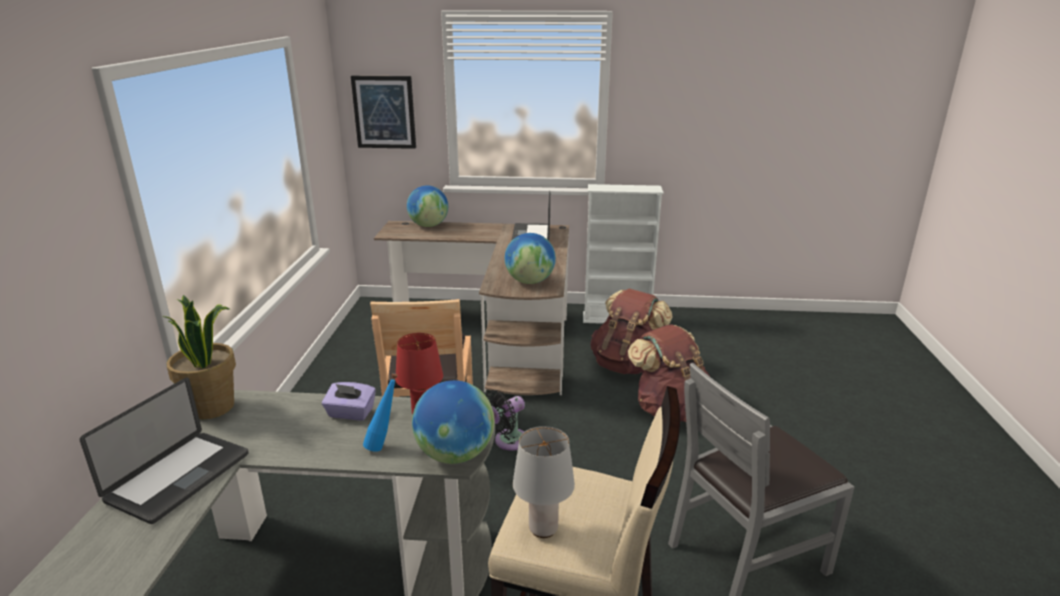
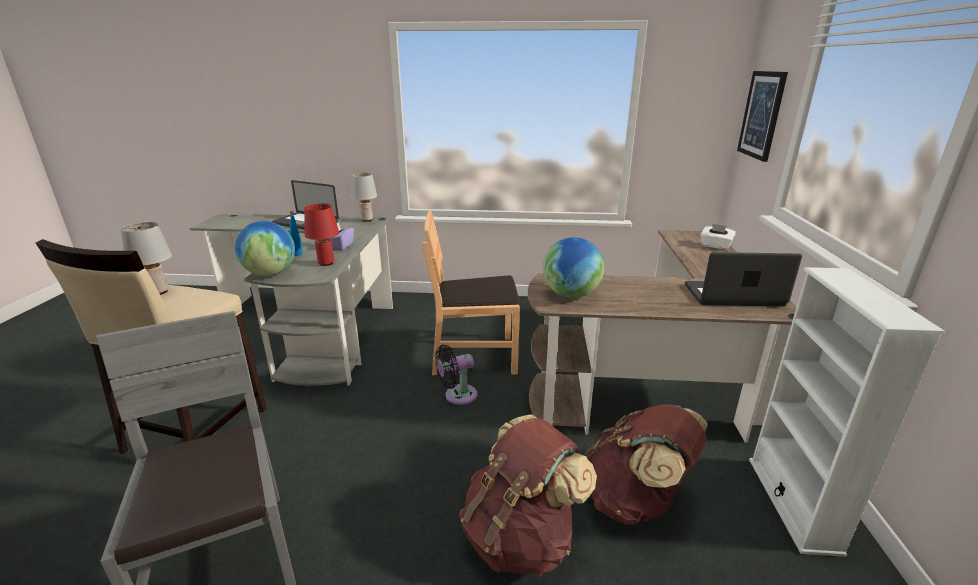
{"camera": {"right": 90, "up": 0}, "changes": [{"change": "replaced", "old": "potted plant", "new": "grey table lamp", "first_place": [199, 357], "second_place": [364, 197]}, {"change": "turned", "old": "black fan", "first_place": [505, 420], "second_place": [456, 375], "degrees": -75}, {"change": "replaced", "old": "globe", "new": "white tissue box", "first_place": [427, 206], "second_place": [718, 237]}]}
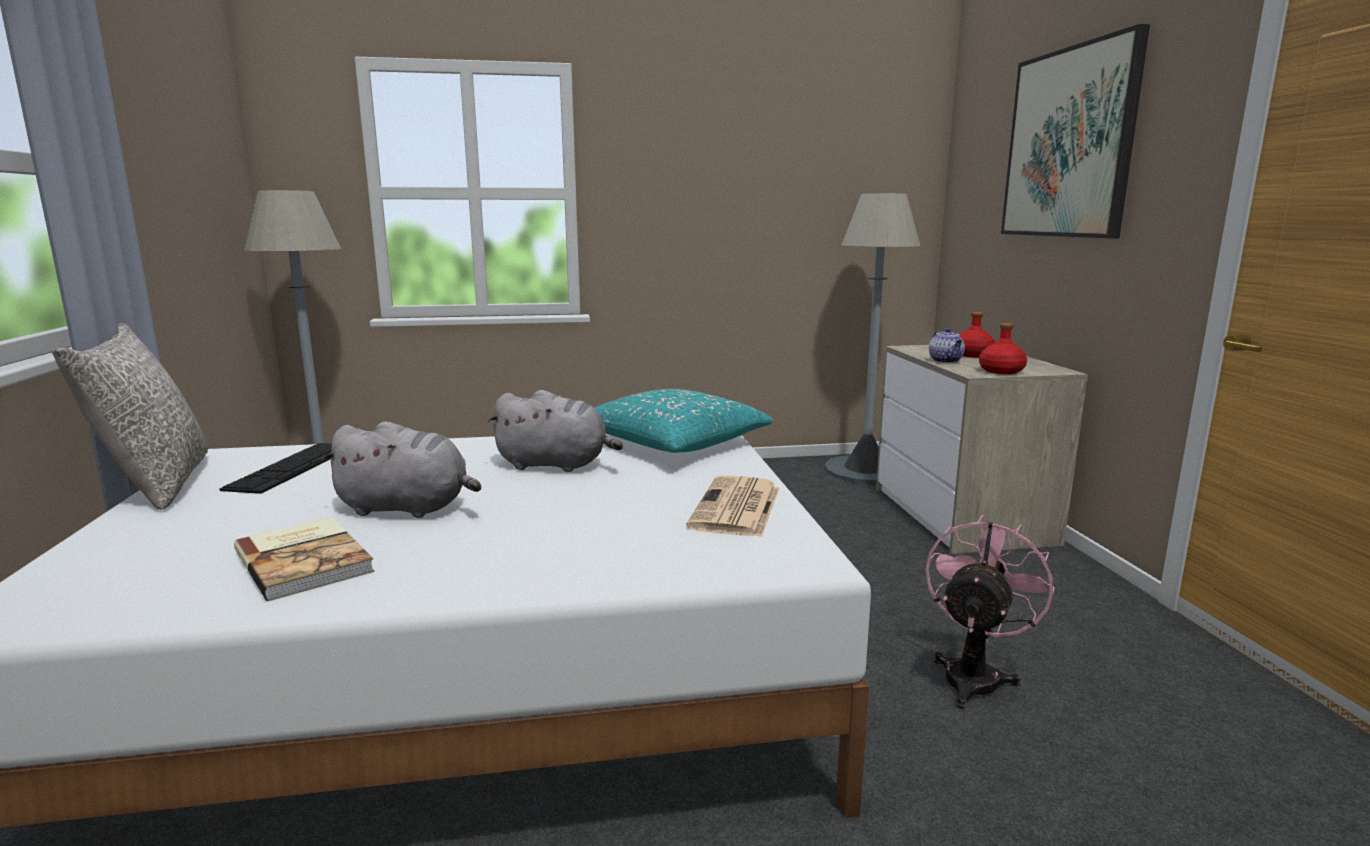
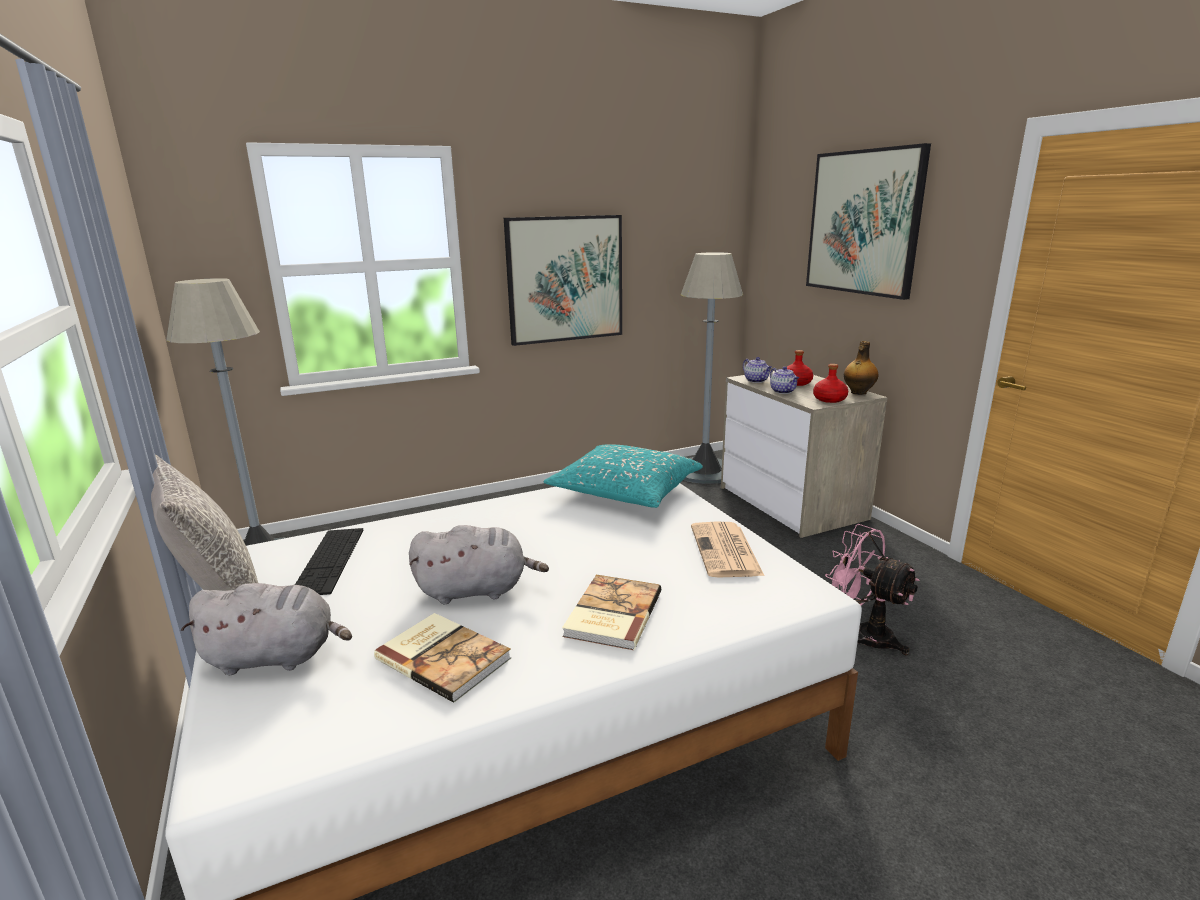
{"camera": {"right": -15, "up": 5}, "changes": [{"change": "moved", "old": "grey plush toy", "first_place": [555, 431], "second_place": [266, 629]}, {"change": "added", "new": "picture", "second_place": [563, 280]}, {"change": "added", "new": "book", "second_place": [611, 612]}, {"change": "added", "new": "teapot", "second_place": [757, 370]}, {"change": "turned", "old": "pink fan", "first_place": [990, 612], "second_place": [872, 589], "degrees": -60}, {"change": "added", "new": "bottle", "second_place": [861, 368]}]}
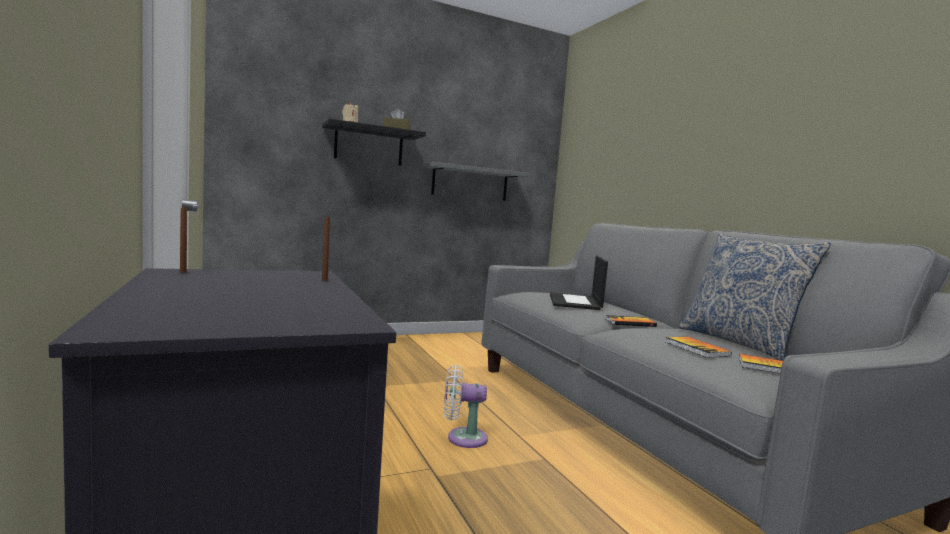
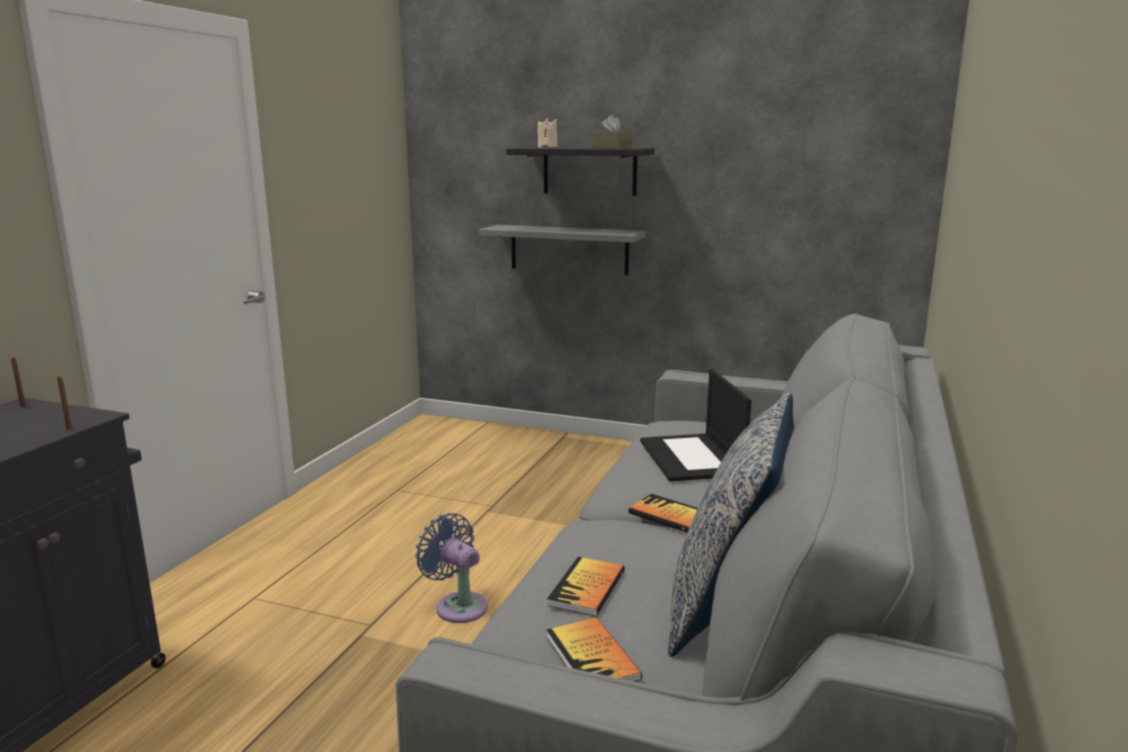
{"camera": {"right": 45, "up": 10}, "changes": [{"change": "recoloured", "old": "white fan", "new": "blue fan", "first_place": [466, 406], "second_place": [451, 568]}, {"change": "moved", "old": "grey shelf", "first_place": [476, 181], "second_place": [562, 250]}, {"change": "turned", "old": "laptop", "first_place": [579, 282], "second_place": [696, 425], "degrees": -60}]}
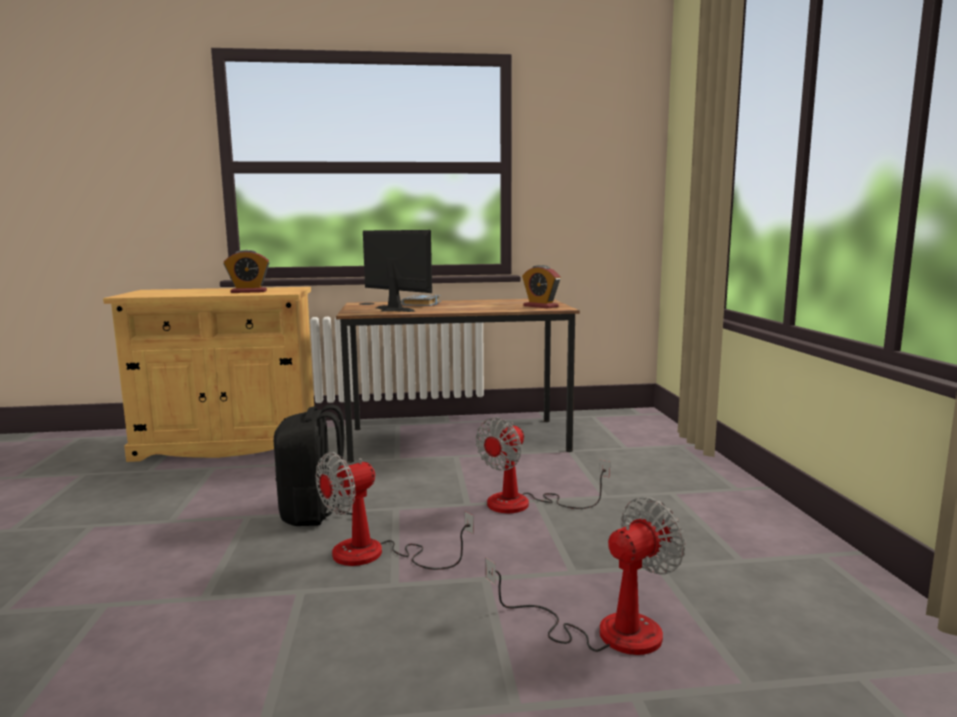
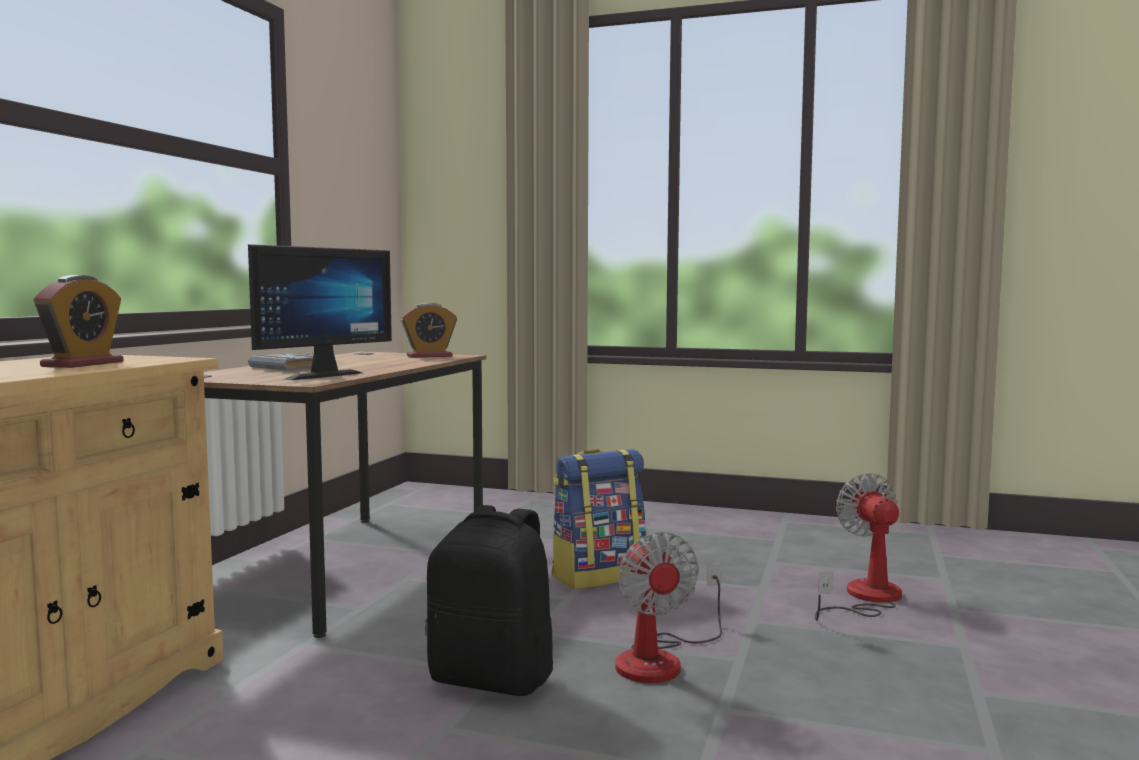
{"camera": {"right": -65, "up": -5}, "changes": [{"change": "turned", "old": "monitor", "first_place": [397, 271], "second_place": [320, 312], "degrees": 150}, {"change": "replaced", "old": "fan", "new": "backpack", "first_place": [542, 465], "second_place": [599, 519]}]}
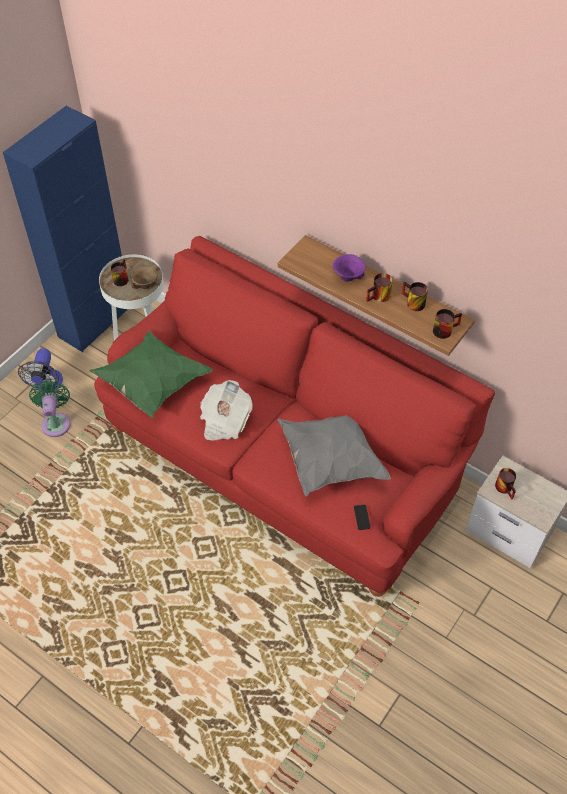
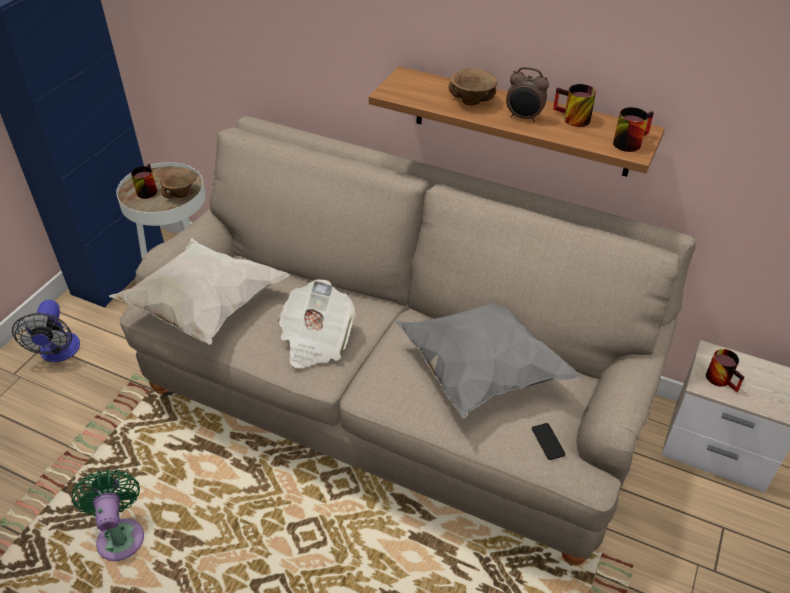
{"camera": {"right": -10, "up": -10}, "changes": [{"change": "moved", "old": "green fan", "first_place": [50, 409], "second_place": [107, 515]}, {"change": "recoloured", "old": "green pillow", "new": "white pillow", "first_place": [151, 374], "second_place": [199, 292]}, {"change": "recoloured", "old": "red sofa", "new": "beige sofa", "first_place": [294, 416], "second_place": [407, 341]}, {"change": "recoloured", "old": "purple bowl", "new": "brown bowl", "first_place": [349, 268], "second_place": [472, 87]}, {"change": "replaced", "old": "mug", "new": "alarm clock", "first_place": [379, 287], "second_place": [527, 94]}]}
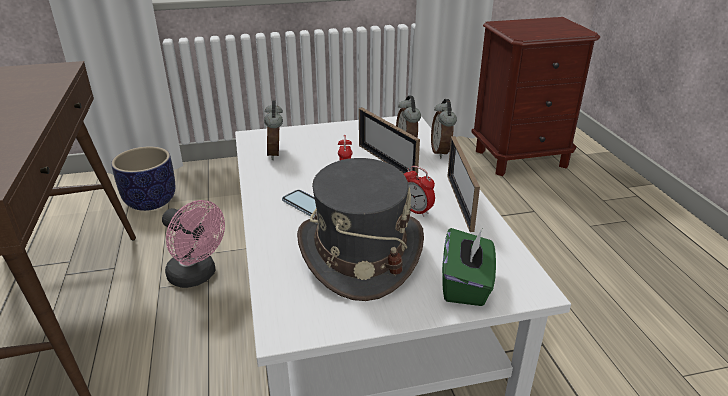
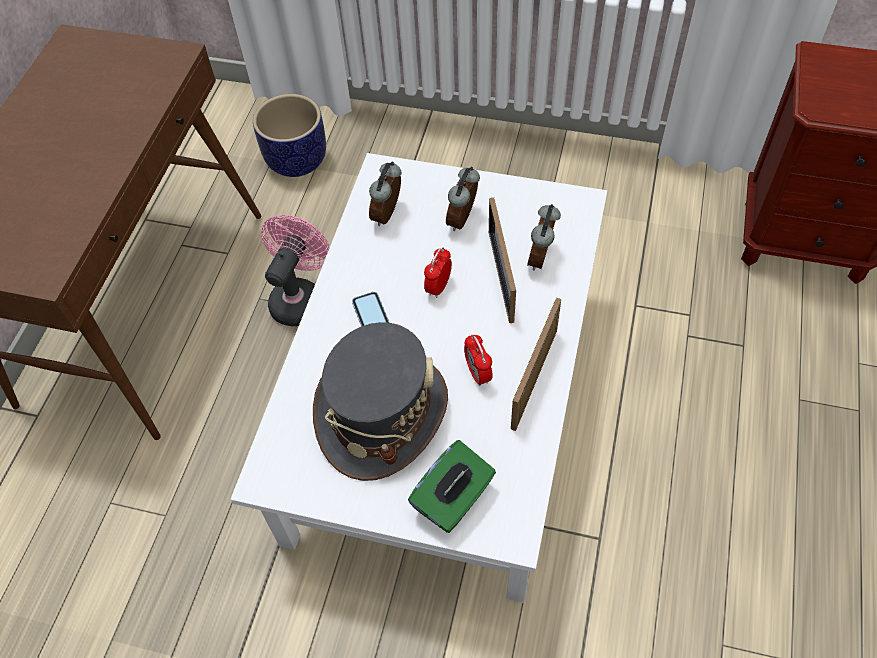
{"camera": {"right": 30, "up": 25}, "changes": [{"change": "turned", "old": "pink fan", "first_place": [193, 244], "second_place": [295, 270], "degrees": -135}, {"change": "moved", "old": "alarm clock", "first_place": [444, 128], "second_place": [463, 199]}]}
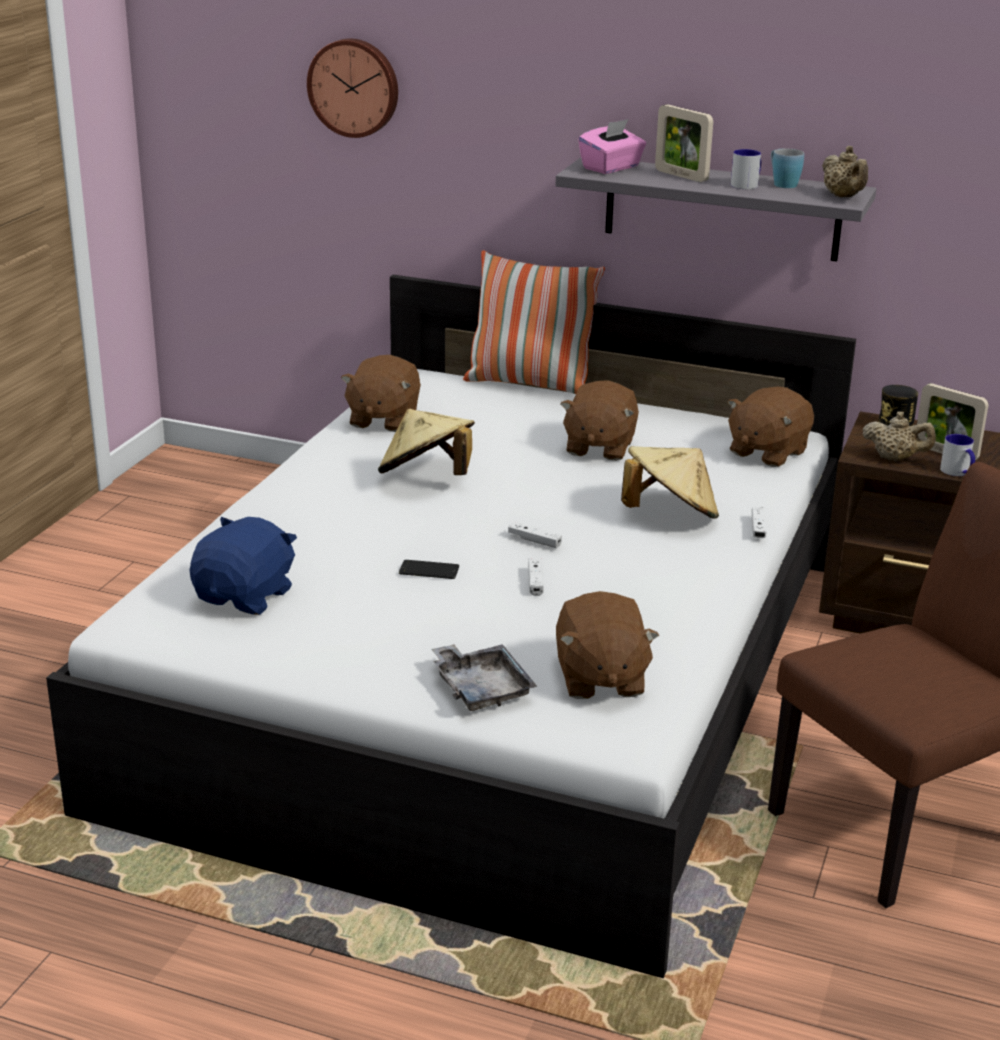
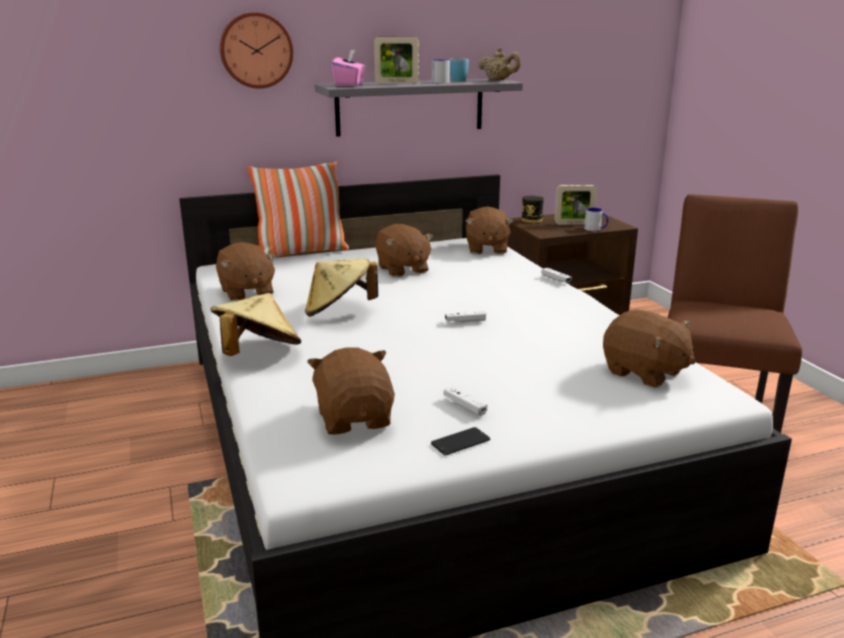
{"camera": {"right": -40, "up": -5}, "changes": [{"change": "moved", "old": "beige hat", "first_place": [670, 482], "second_place": [256, 324]}, {"change": "moved", "old": "wall clock", "first_place": [352, 88], "second_place": [256, 50]}, {"change": "recoloured", "old": "blue plush toy", "new": "brown plush toy", "first_place": [243, 566], "second_place": [351, 391]}, {"change": "moved", "old": "phone", "first_place": [429, 569], "second_place": [460, 441]}, {"change": "moved", "old": "white game controller", "first_place": [536, 577], "second_place": [465, 401]}, {"change": "removed", "old": "grey tray", "first_place": [484, 677]}, {"change": "removed", "old": "beige teapot", "first_place": [899, 436]}]}
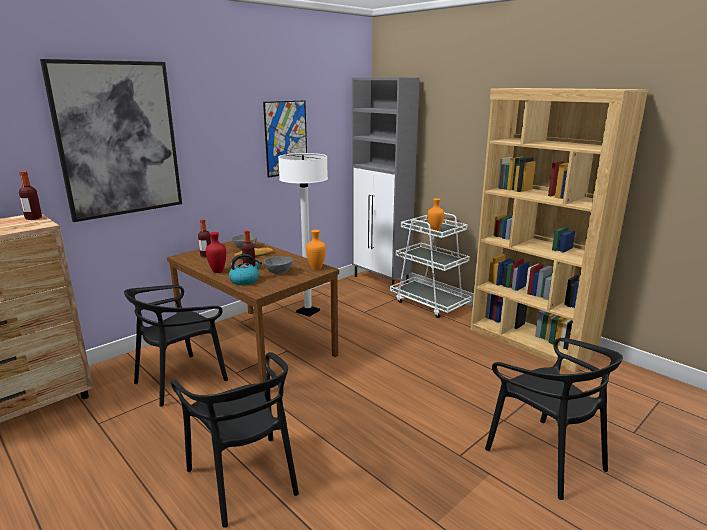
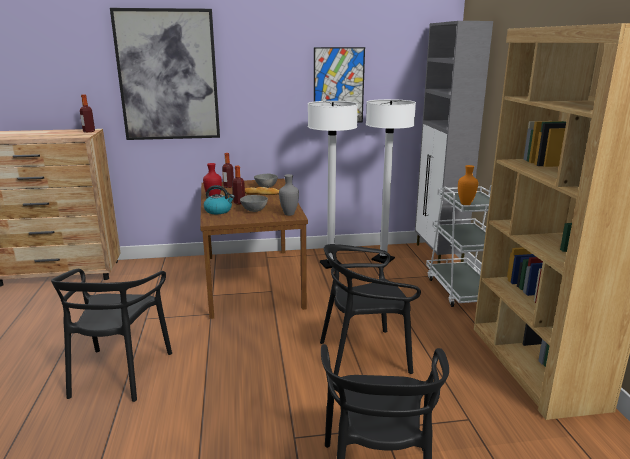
{"camera": {"right": 35, "up": 0}, "changes": [{"change": "recoloured", "old": "orange vase", "new": "grey vase", "first_place": [316, 250], "second_place": [289, 195]}, {"change": "moved", "old": "black chair", "first_place": [176, 346], "second_place": [370, 310]}, {"change": "added", "new": "white floor lamp", "second_place": [391, 181]}]}
